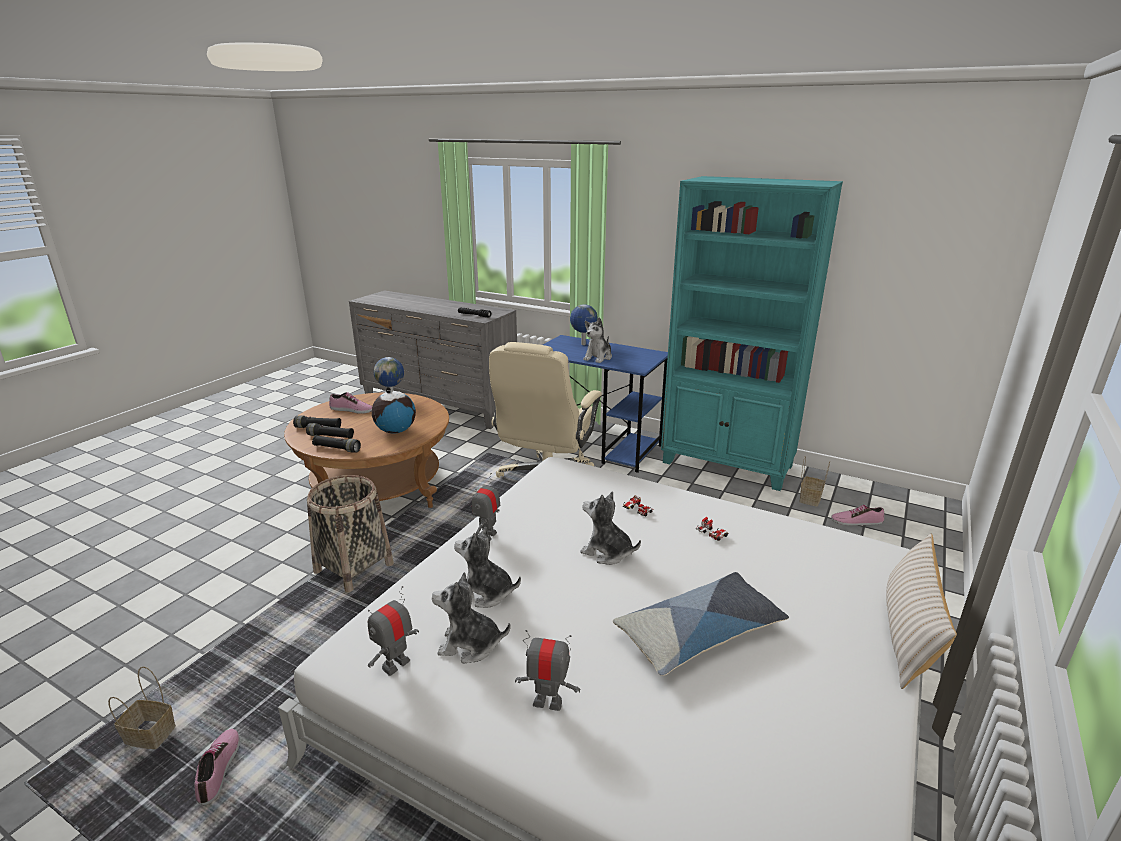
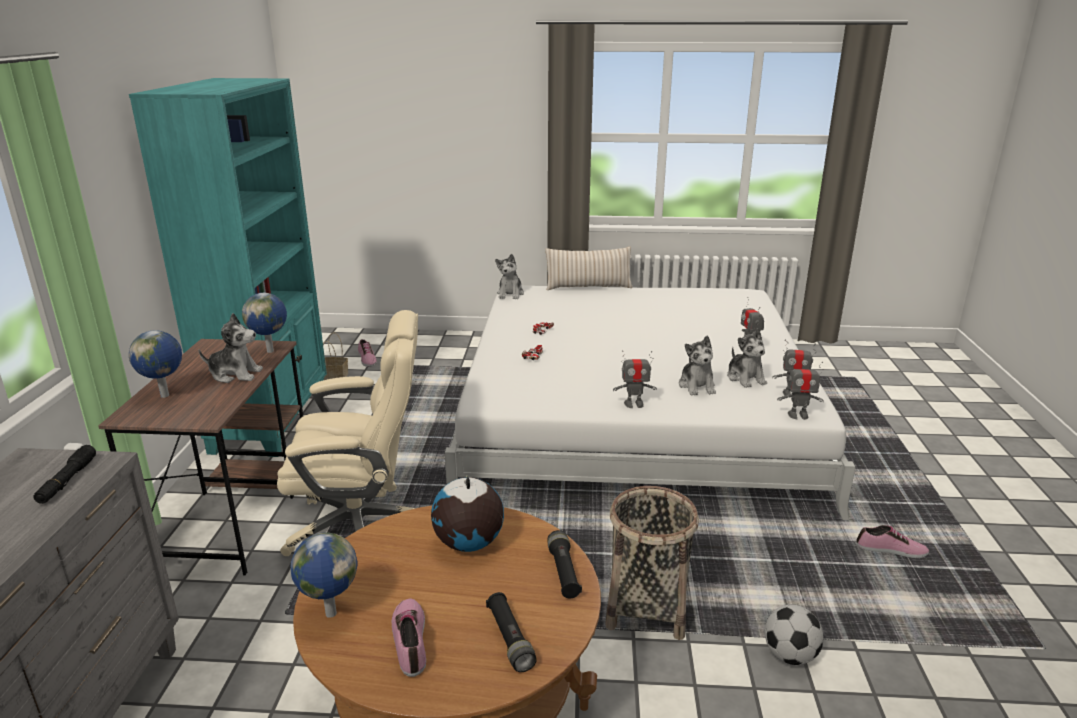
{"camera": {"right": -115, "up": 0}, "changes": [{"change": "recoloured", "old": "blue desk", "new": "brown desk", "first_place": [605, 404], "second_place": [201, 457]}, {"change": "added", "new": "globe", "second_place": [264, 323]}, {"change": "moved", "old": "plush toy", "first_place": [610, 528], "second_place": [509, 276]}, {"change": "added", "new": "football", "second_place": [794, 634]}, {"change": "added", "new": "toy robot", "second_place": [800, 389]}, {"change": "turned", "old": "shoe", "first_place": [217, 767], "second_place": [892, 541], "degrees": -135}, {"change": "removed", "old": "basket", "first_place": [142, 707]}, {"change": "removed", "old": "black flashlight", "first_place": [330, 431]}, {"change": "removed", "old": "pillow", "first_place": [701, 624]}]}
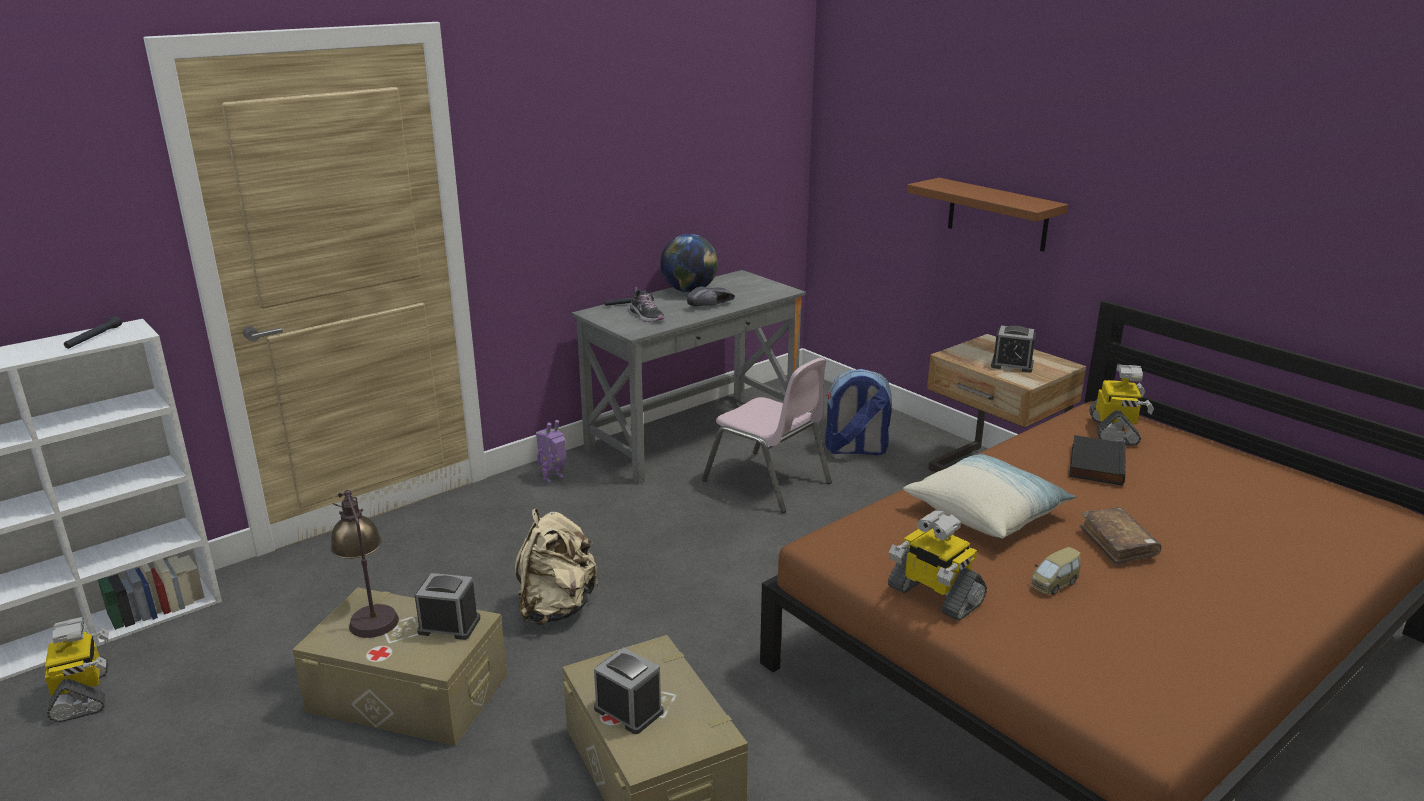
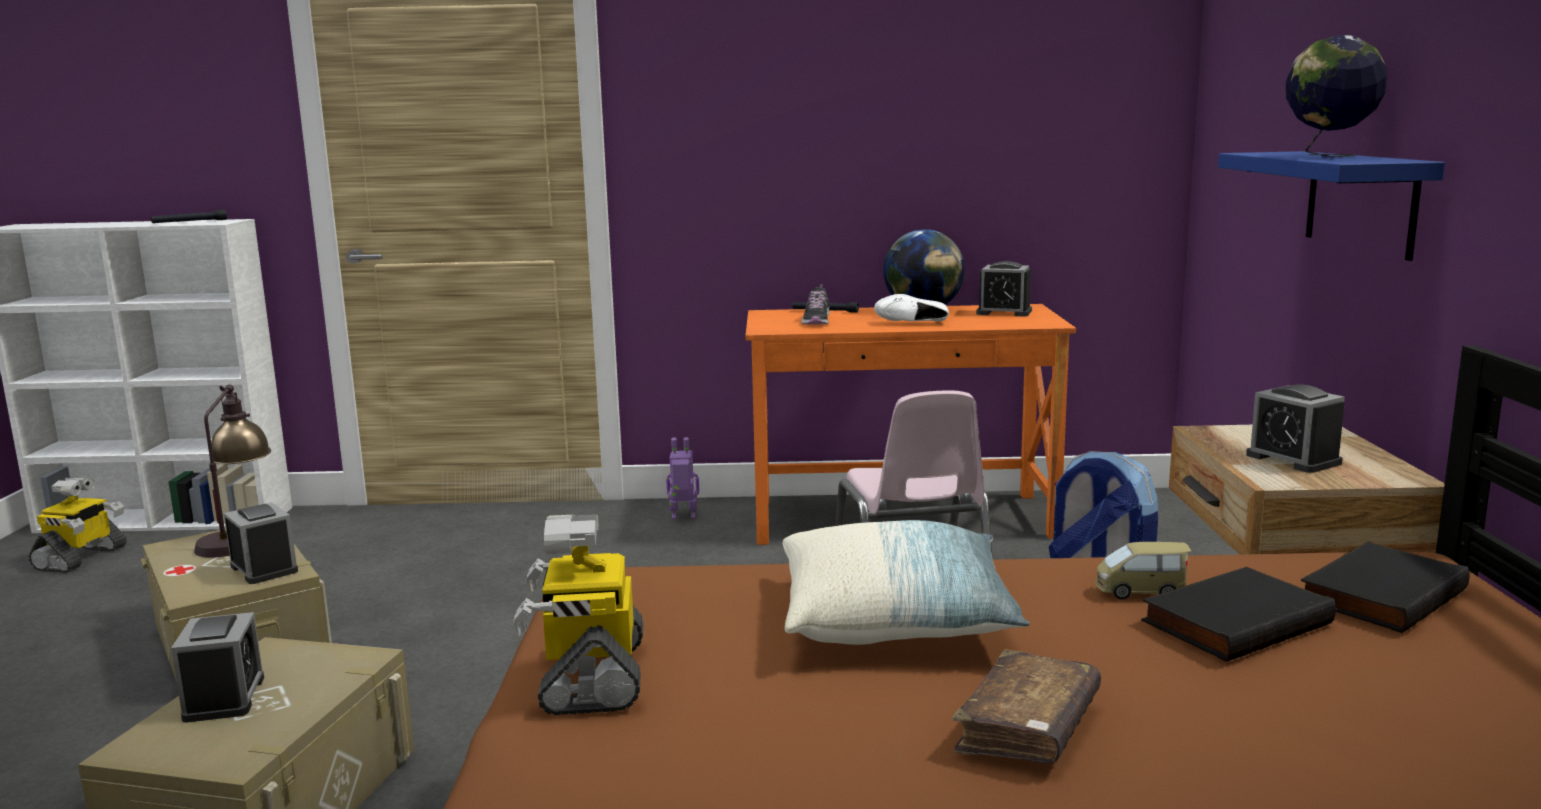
{"camera": {"right": 40, "up": -10}, "changes": [{"change": "recoloured", "old": "grey desk", "new": "orange desk", "first_place": [689, 377], "second_place": [910, 424]}, {"change": "recoloured", "old": "black shoe", "new": "white shoe", "first_place": [711, 296], "second_place": [911, 308]}, {"change": "added", "new": "alarm clock", "second_place": [1004, 289]}, {"change": "moved", "old": "toy car", "first_place": [1055, 571], "second_place": [1143, 571]}, {"change": "recoloured", "old": "brown shelf", "new": "blue shelf", "first_place": [987, 215], "second_place": [1331, 206]}, {"change": "added", "new": "globe", "second_place": [1336, 96]}, {"change": "replaced", "old": "toy robot", "new": "black book", "first_place": [1121, 405], "second_place": [1385, 587]}, {"change": "removed", "old": "beige backpack", "first_place": [557, 567]}]}
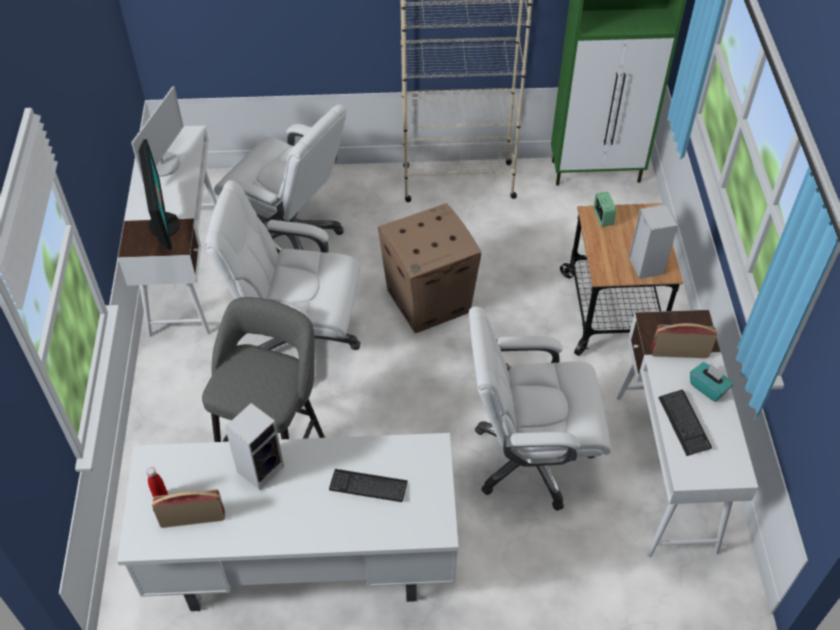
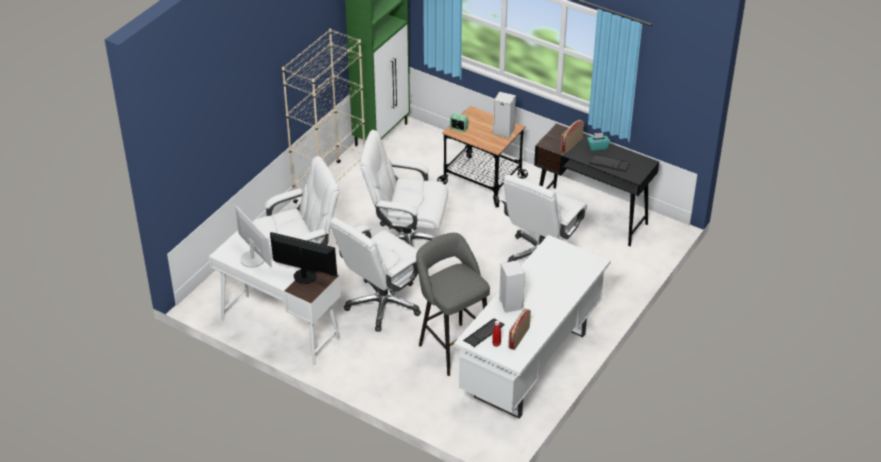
{"camera": {"right": -55, "up": -10}, "changes": [{"change": "replaced", "old": "cardboard box", "new": "white office chair", "first_place": [429, 268], "second_place": [404, 188]}, {"change": "moved", "old": "keyboard", "first_place": [368, 485], "second_place": [484, 332]}, {"change": "recoloured", "old": "white desk", "new": "black desk", "first_place": [687, 433], "second_place": [596, 184]}]}
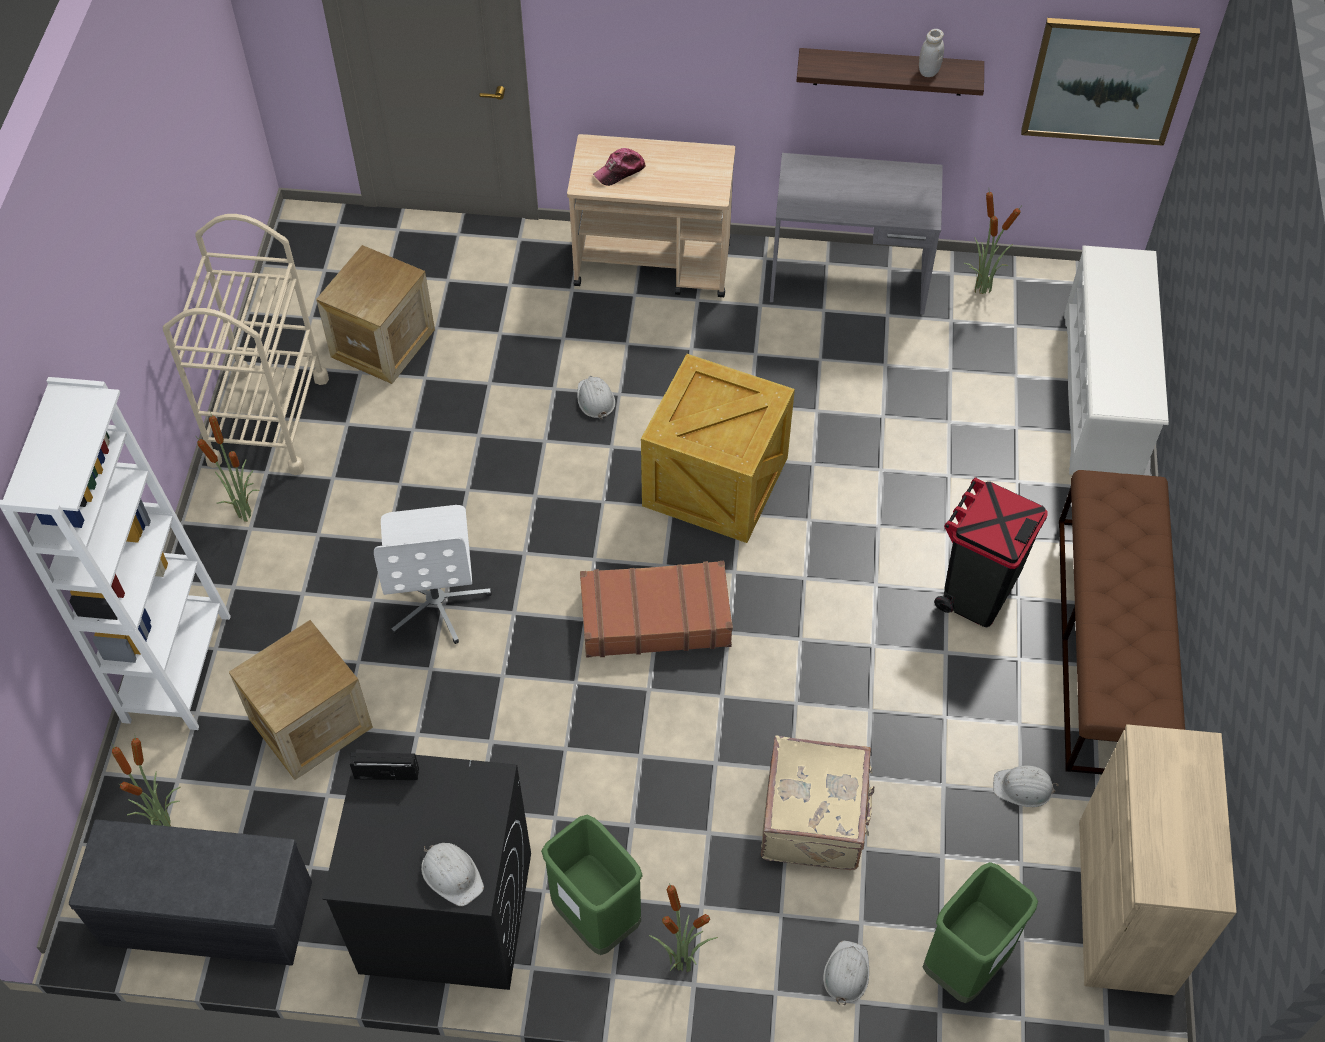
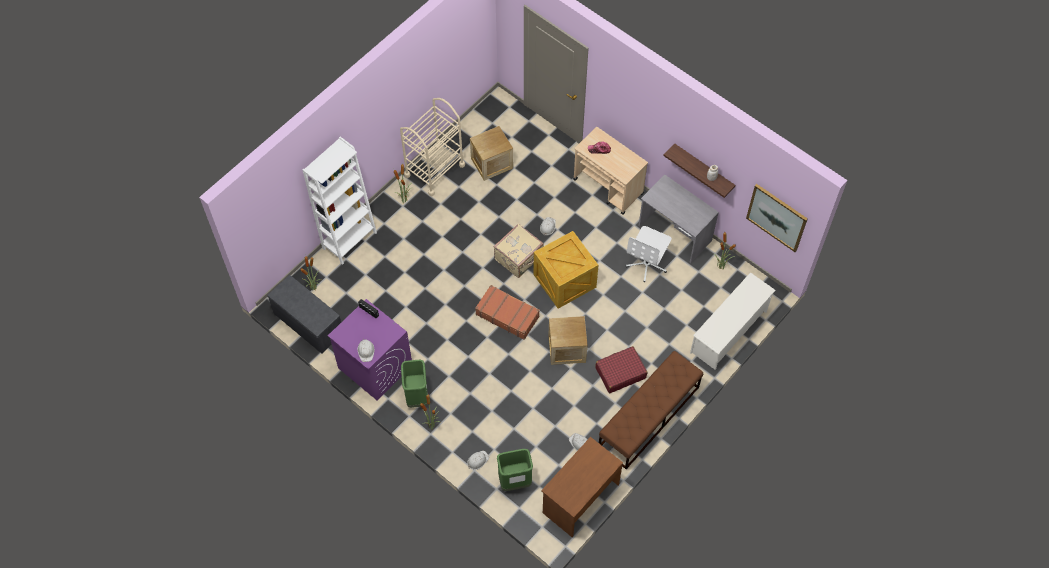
{"camera": {"right": 35, "up": 5}, "changes": [{"change": "recoloured", "old": "black washing machine", "new": "purple washing machine", "first_place": [426, 869], "second_place": [370, 349]}, {"change": "moved", "old": "beige suitcase", "first_place": [817, 802], "second_place": [519, 250]}, {"change": "replaced", "old": "beige cabinet", "new": "brown desk", "first_place": [1158, 859], "second_place": [582, 487]}, {"change": "moved", "old": "crate", "first_place": [301, 700], "second_place": [568, 340]}, {"change": "replaced", "old": "black trash can", "new": "red suitcase", "first_place": [991, 552], "second_place": [621, 369]}, {"change": "moved", "old": "white office chair", "first_place": [433, 574], "second_place": [649, 254]}]}
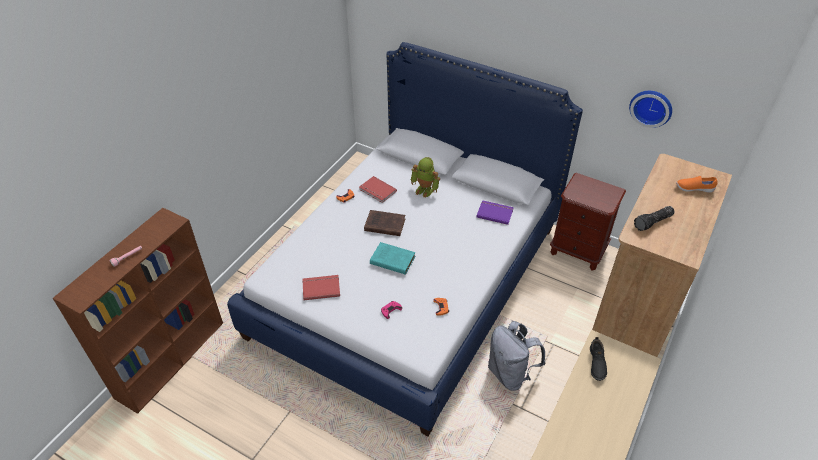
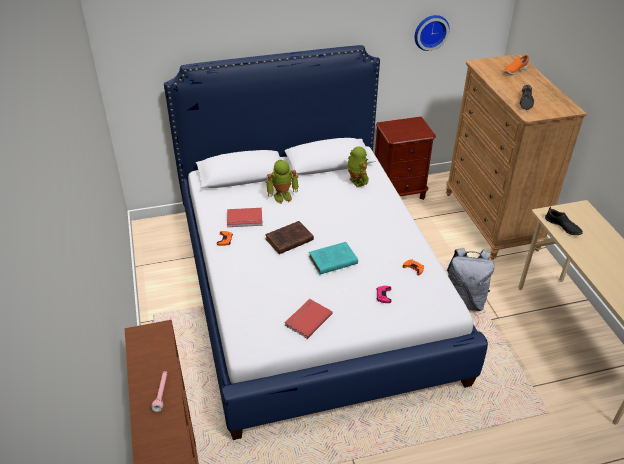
{"camera": {"right": -45, "up": -5}, "changes": [{"change": "replaced", "old": "purple book", "new": "toy robot", "first_place": [495, 212], "second_place": [358, 167]}]}
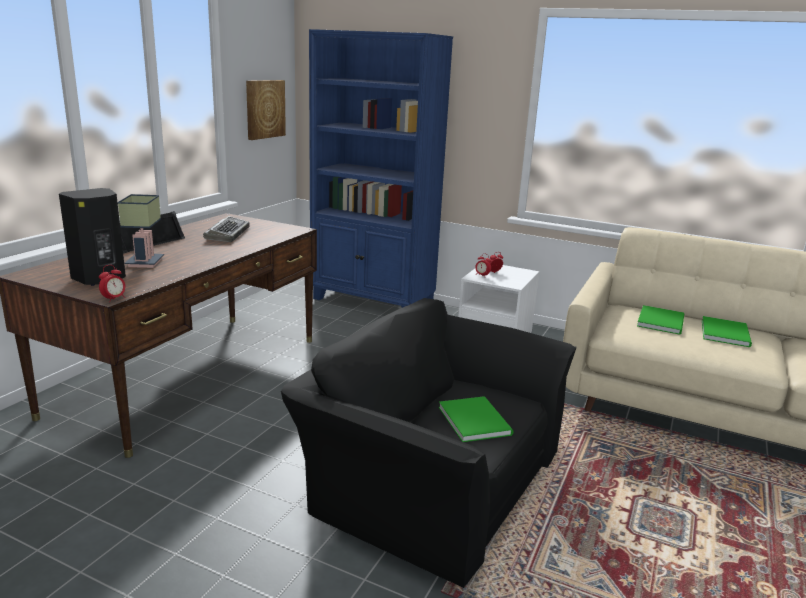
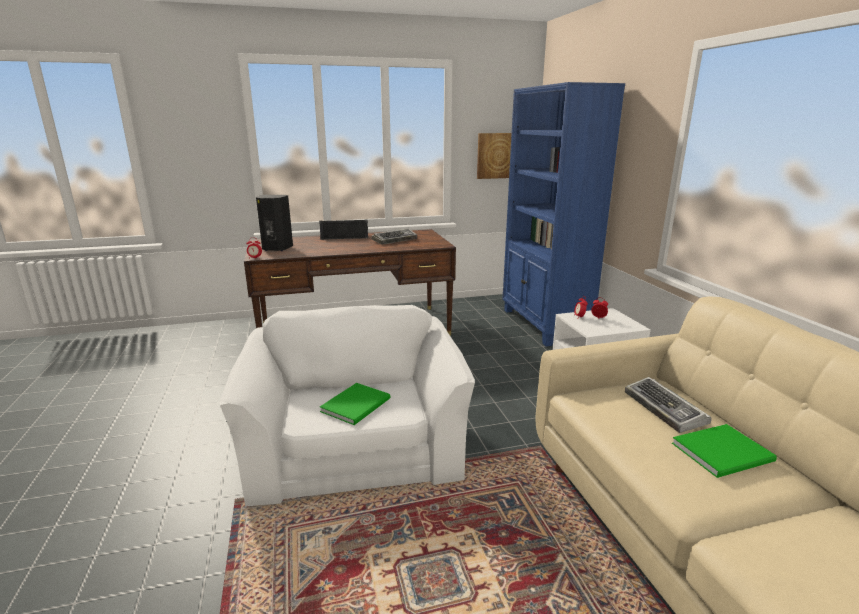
{"camera": {"right": 50, "up": 0}, "changes": [{"change": "recoloured", "old": "black armchair", "new": "white armchair", "first_place": [429, 443], "second_place": [347, 406]}, {"change": "replaced", "old": "green book", "new": "keyboard", "first_place": [660, 320], "second_place": [668, 405]}, {"change": "removed", "old": "table lamp", "first_place": [141, 231]}]}
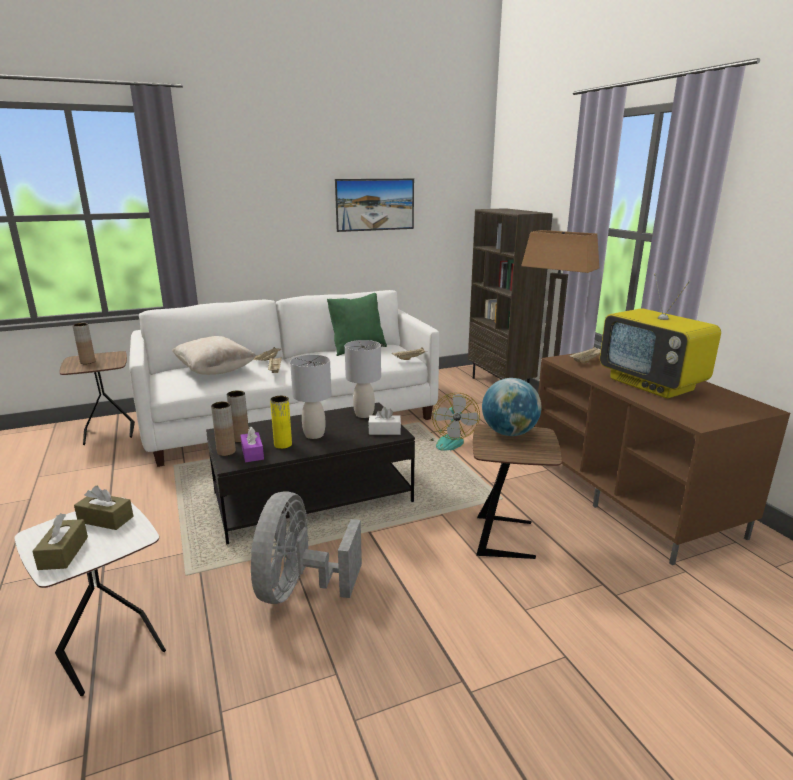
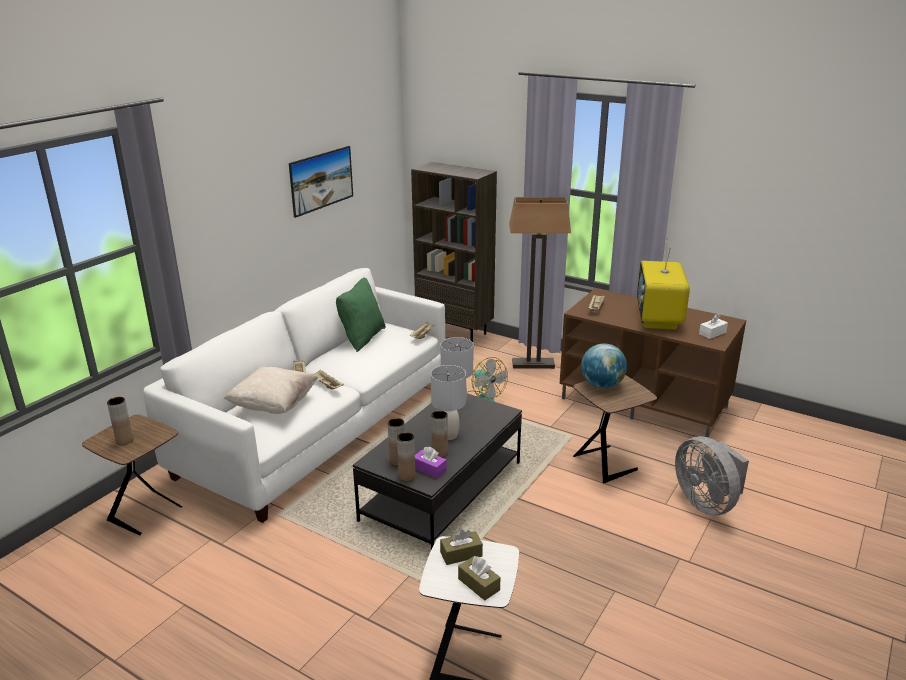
{"camera": {"right": -35, "up": 5}, "changes": [{"change": "recoloured", "old": "yellow vase", "new": "brown vase", "first_place": [281, 422], "second_place": [439, 434]}, {"change": "turned", "old": "television", "first_place": [660, 336], "second_place": [663, 284], "degrees": 75}, {"change": "moved", "old": "grey fan", "first_place": [306, 547], "second_place": [712, 475]}, {"change": "moved", "old": "white tissue box", "first_place": [384, 421], "second_place": [713, 326]}]}
